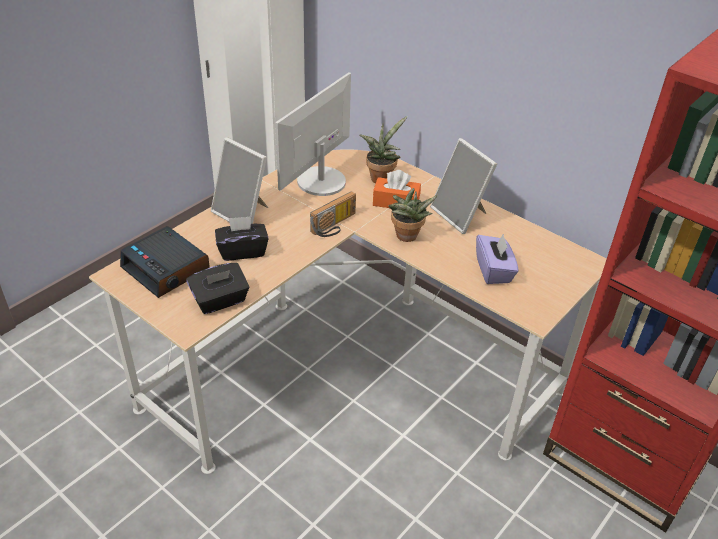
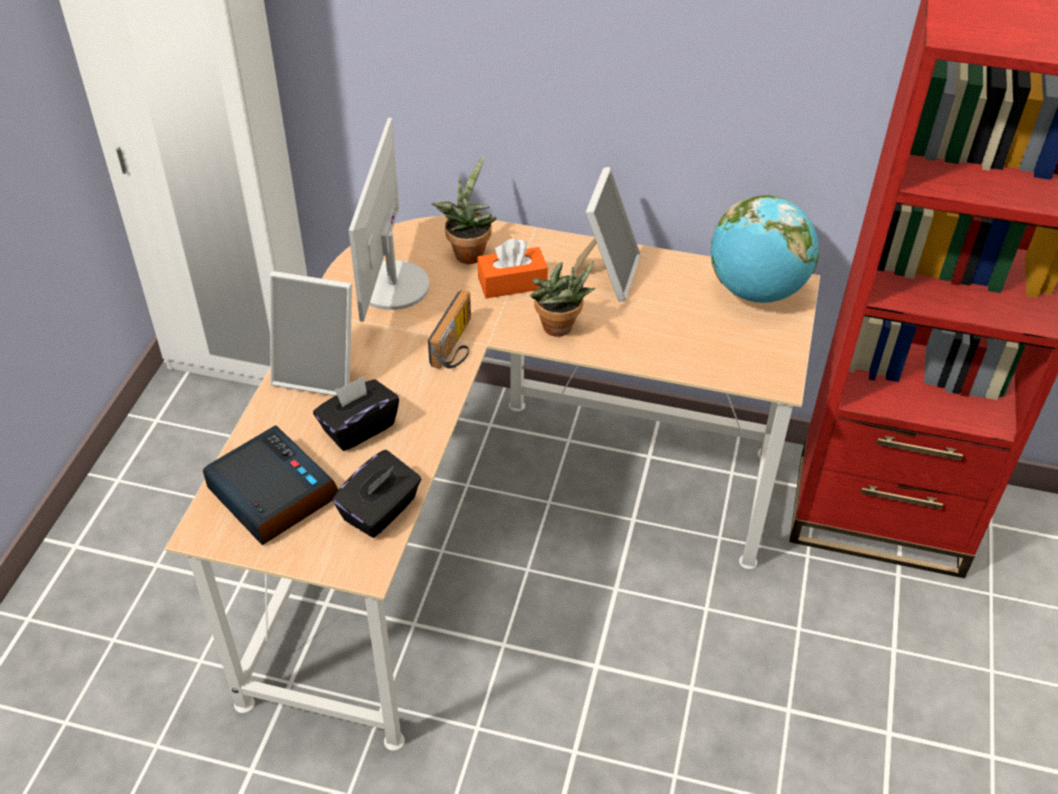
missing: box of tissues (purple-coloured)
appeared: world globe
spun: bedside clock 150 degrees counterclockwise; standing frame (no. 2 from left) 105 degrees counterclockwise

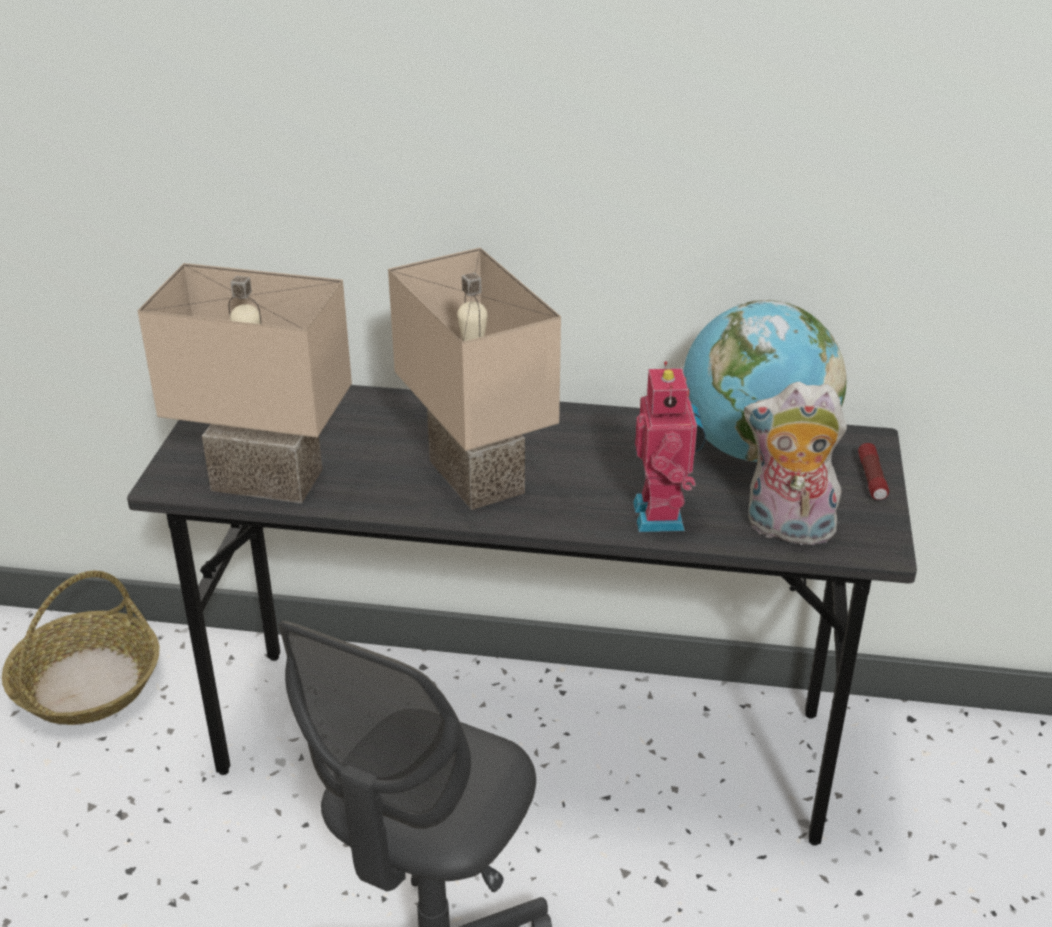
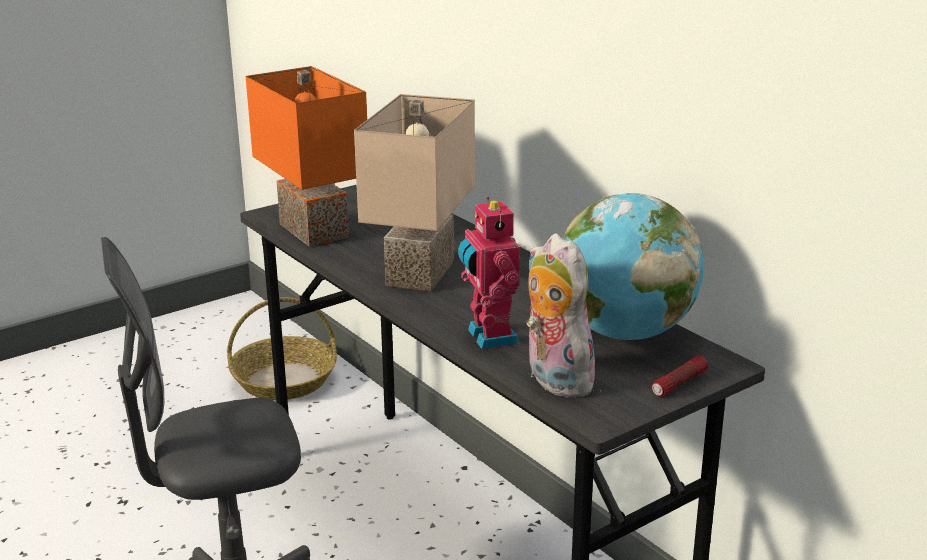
colour: lamp for a table (sand-coloured) (no. 1 from left) to lamp for a table (orangey)
spun: robot figure 120 degrees clockwise

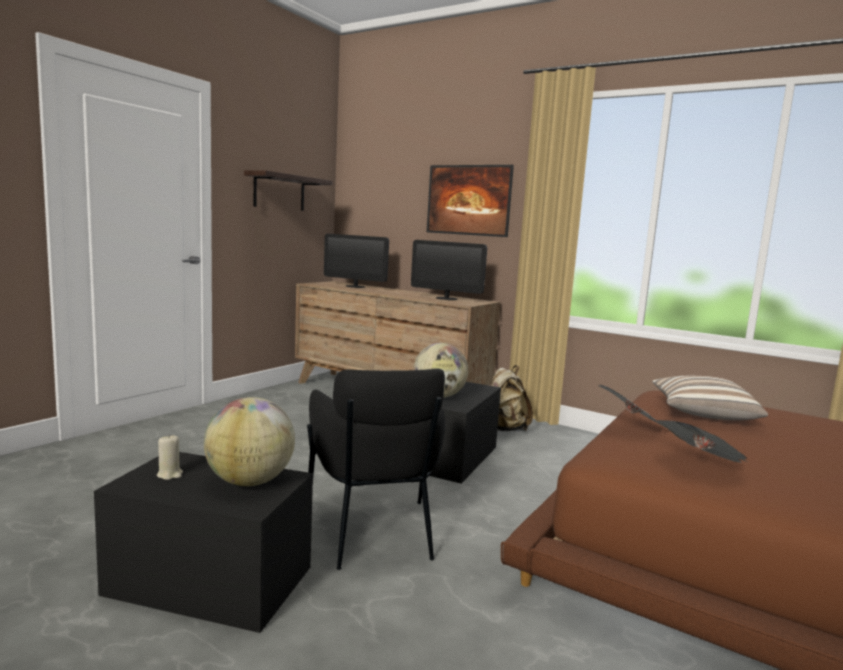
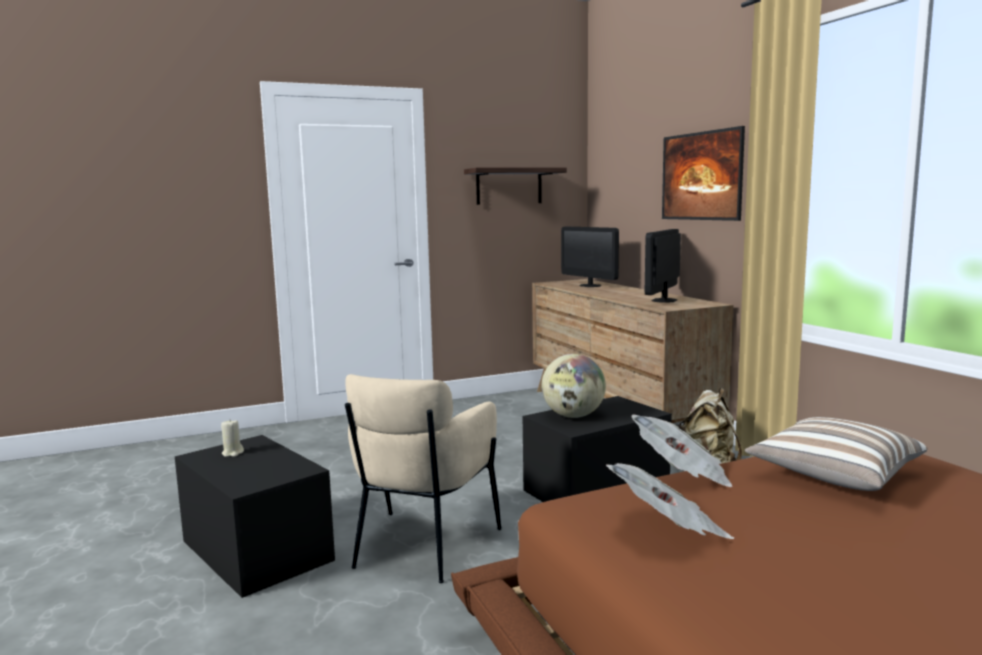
missing: world globe (no. 1 from left)
colour: armchair (black) to armchair (sand-coloured)
spun: computer screen (no. 2 from left) 60 degrees clockwise

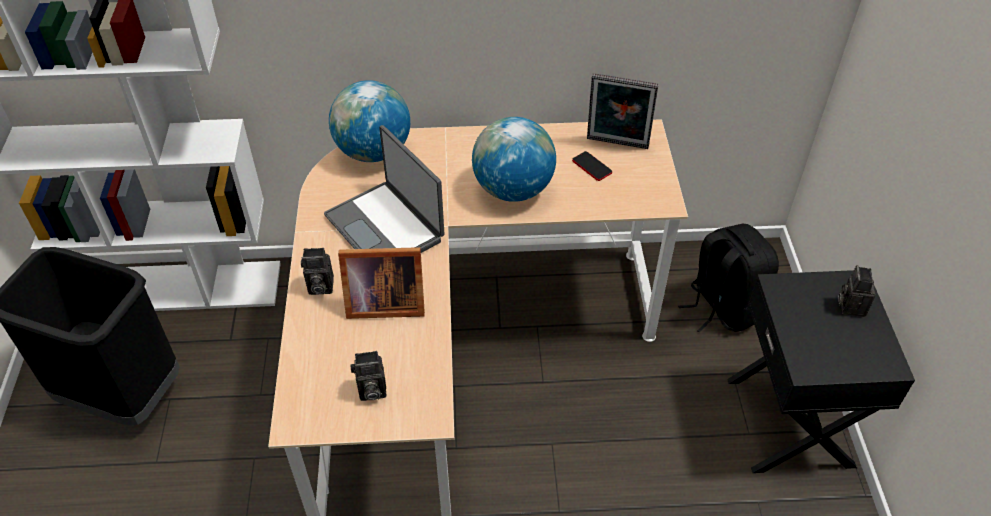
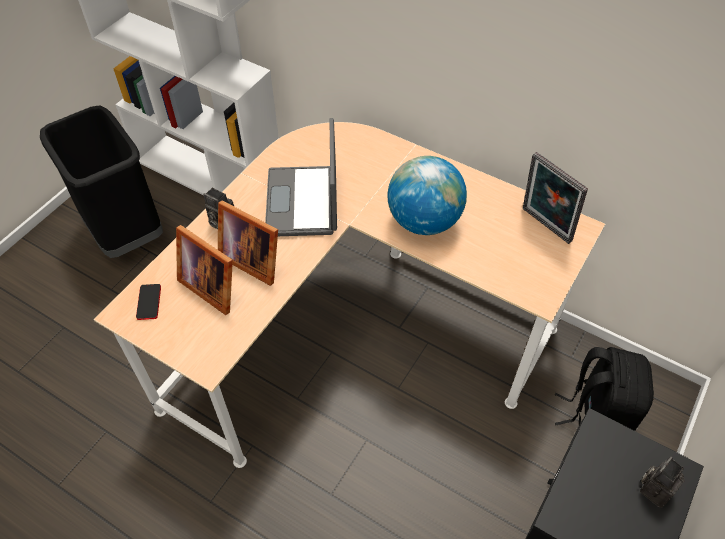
missing: world globe (no. 1 from left); still camera (no. 2 from left)
appeared: standing frame (no. 1 from left)
relocated: telephone

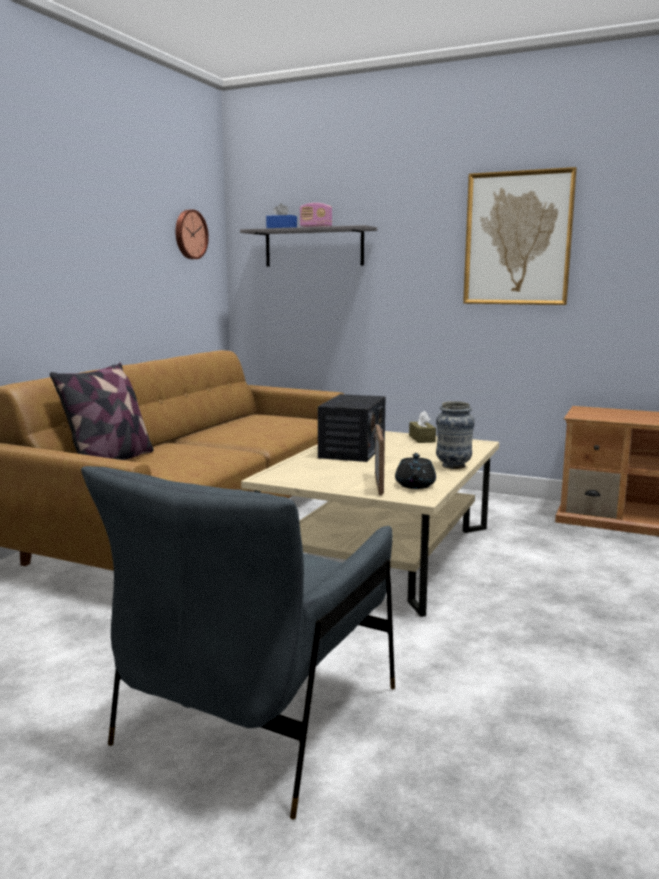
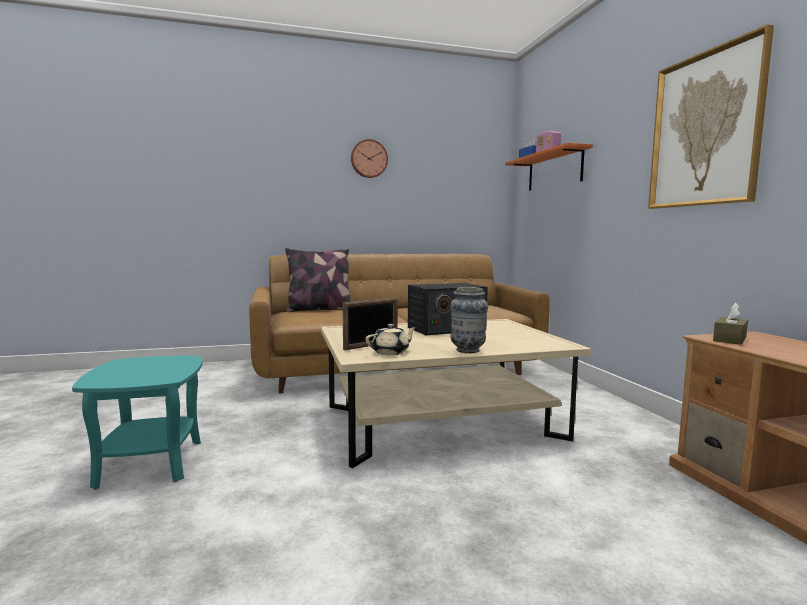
relocated: clock on the wall; box of tissues (brown-coloured)
exchanged: armchair (grey) to end table (turquoise-coloured)
colour: teapot (black) to teapot (sand-coloured); shelf (grey) to shelf (orangey)

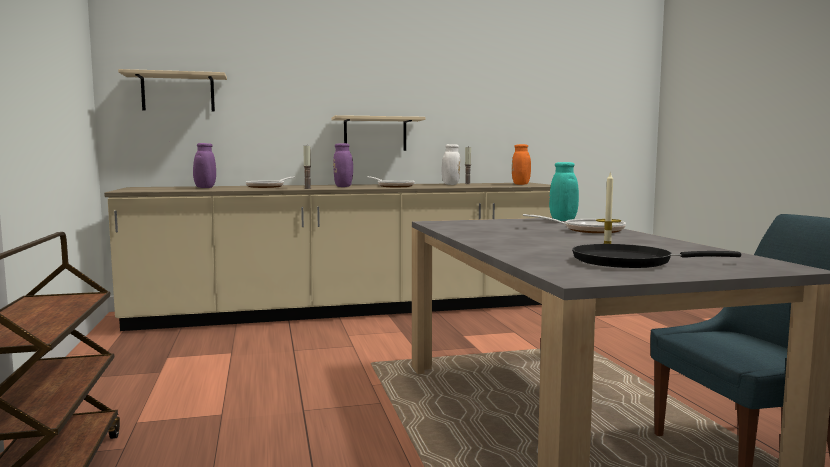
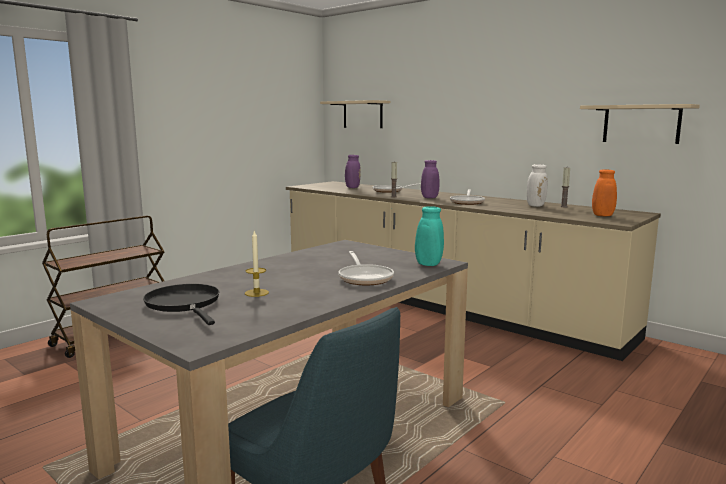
relocated: shelf (sand-coloured) (no. 2 from left)

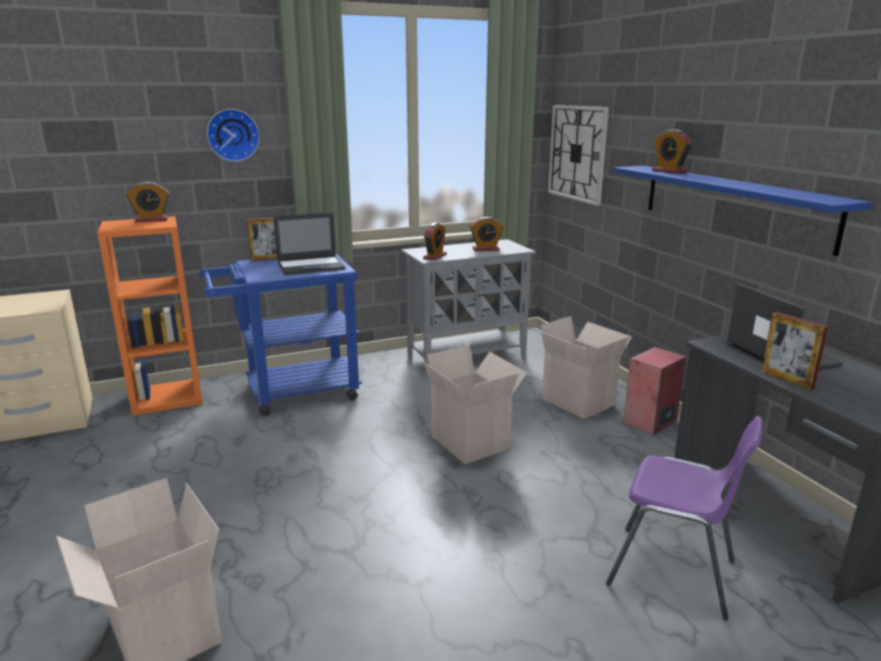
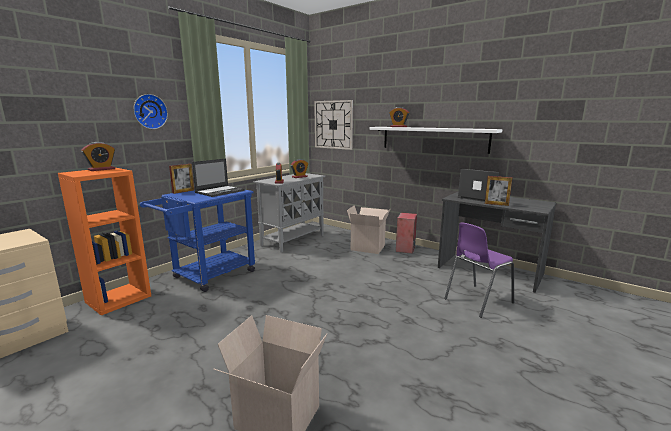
missing: packing box (no. 2 from left)
colour: shelf (blue-coloured) to shelf (white)
spun: plain chair (purple-coloured) 150 degrees clockwise

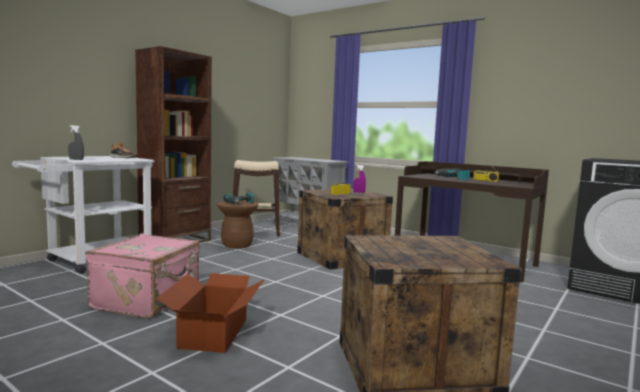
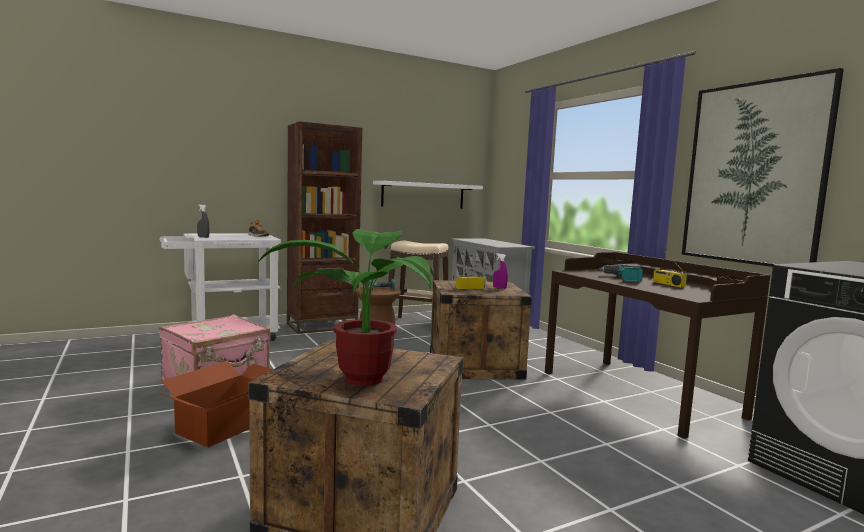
appeared: houseplant; shelf (white); picture

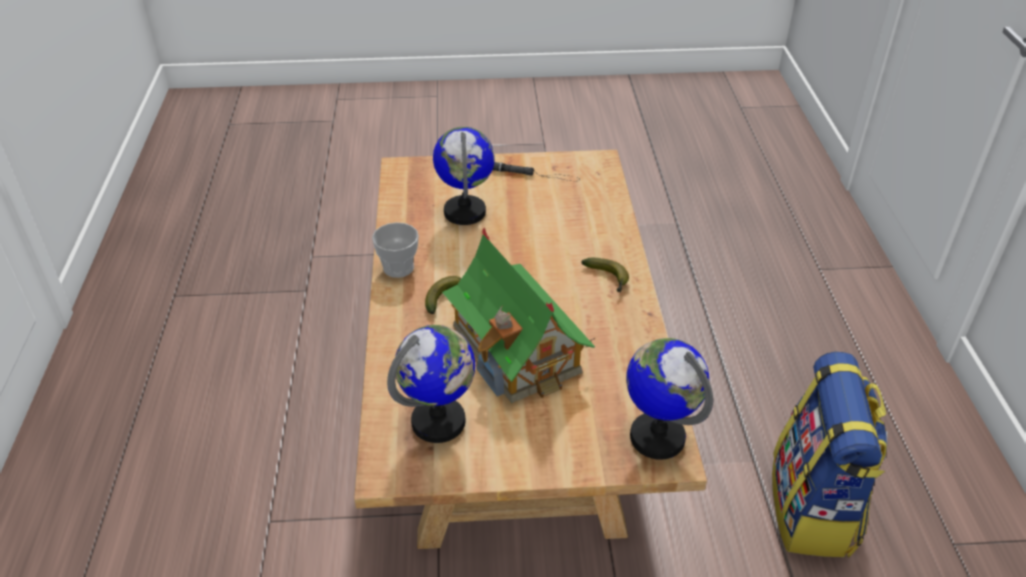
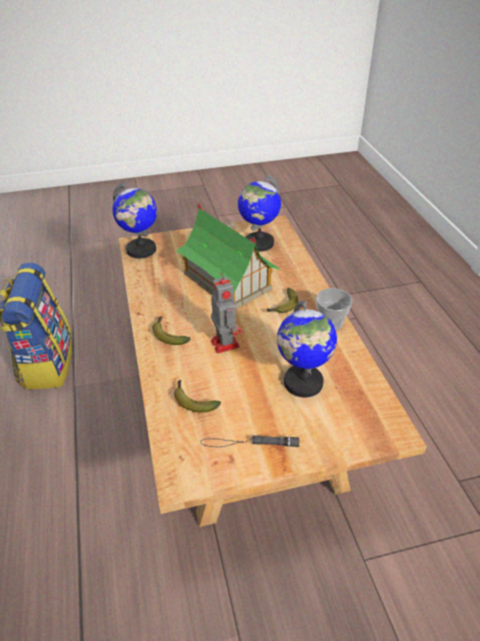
appeared: banana fruit (no. 2 from left); robot figure

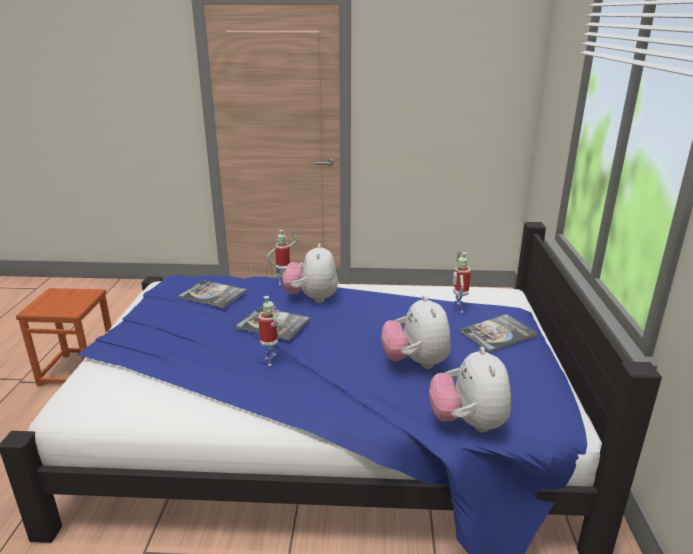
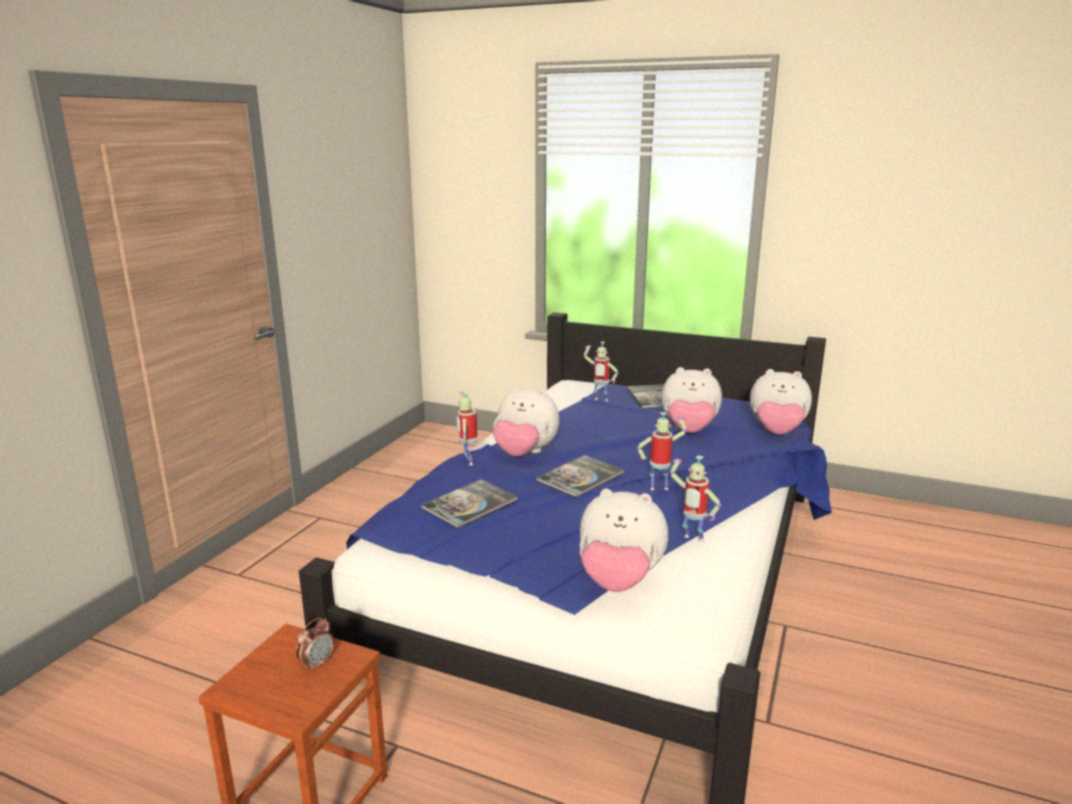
appeared: bedside clock; soft toy (no. 2 from left); robot figure (no. 4 from left)

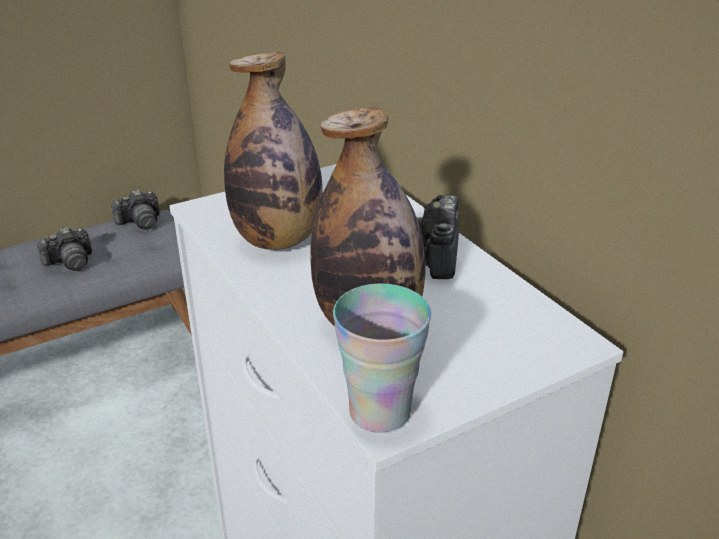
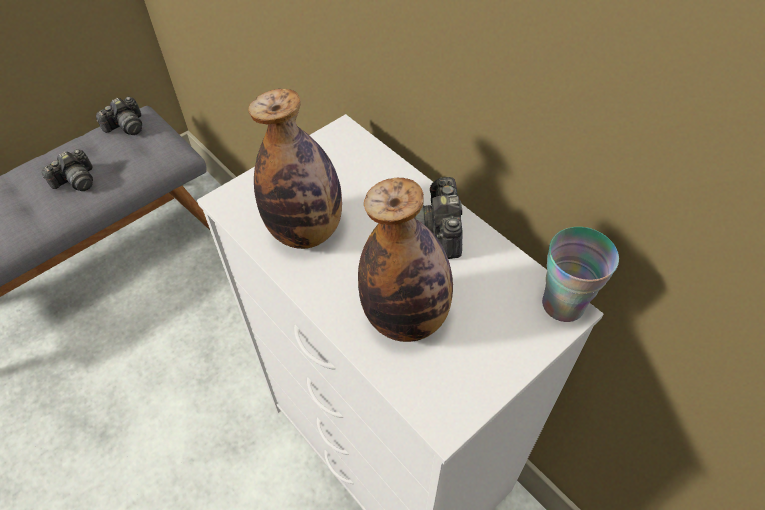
relocated: cup

